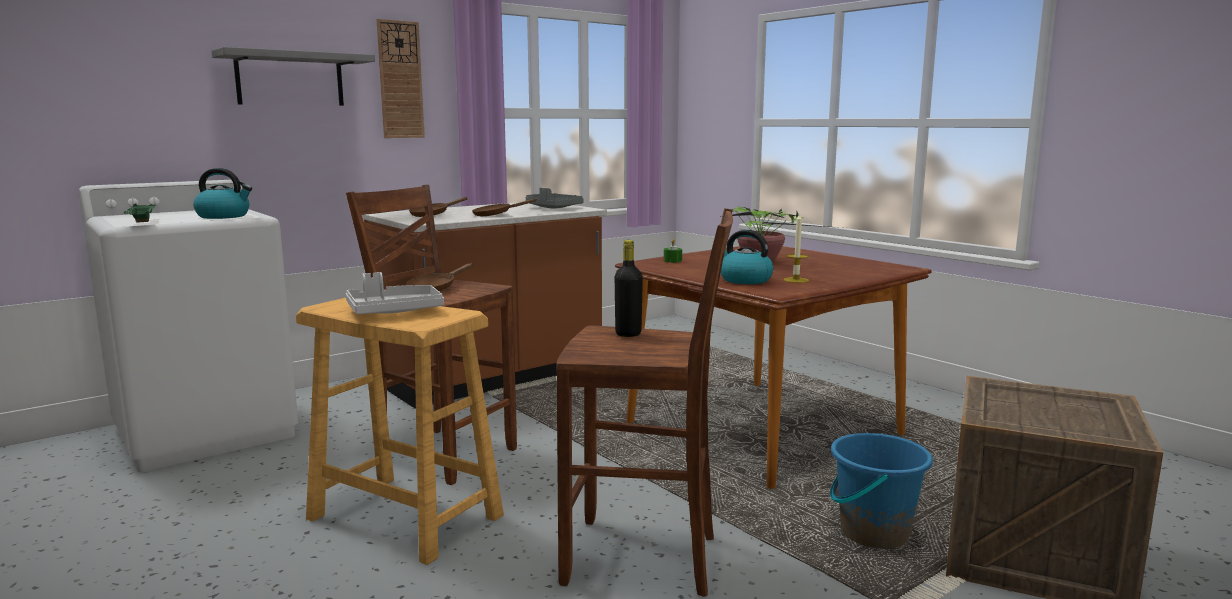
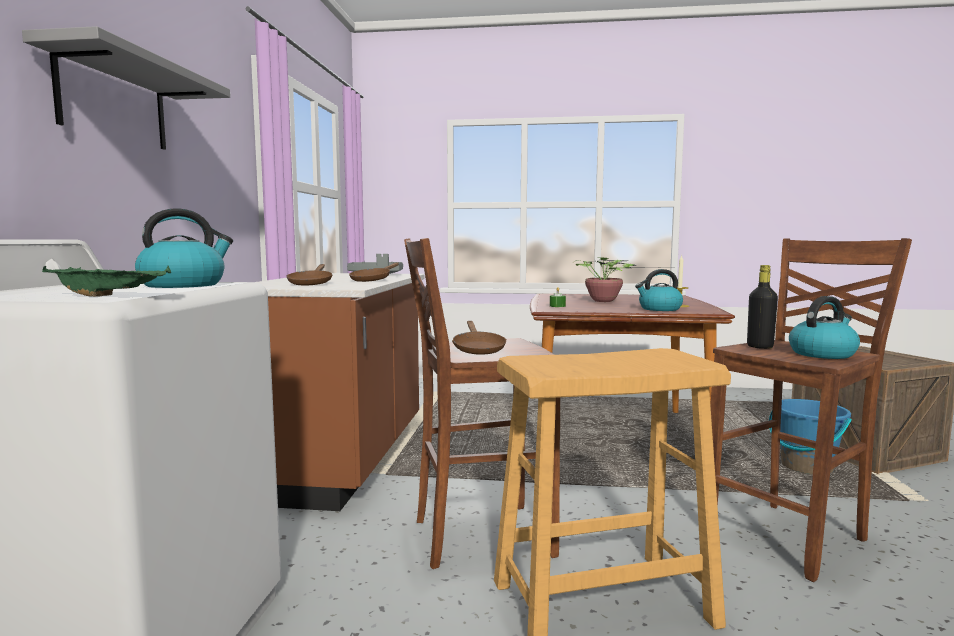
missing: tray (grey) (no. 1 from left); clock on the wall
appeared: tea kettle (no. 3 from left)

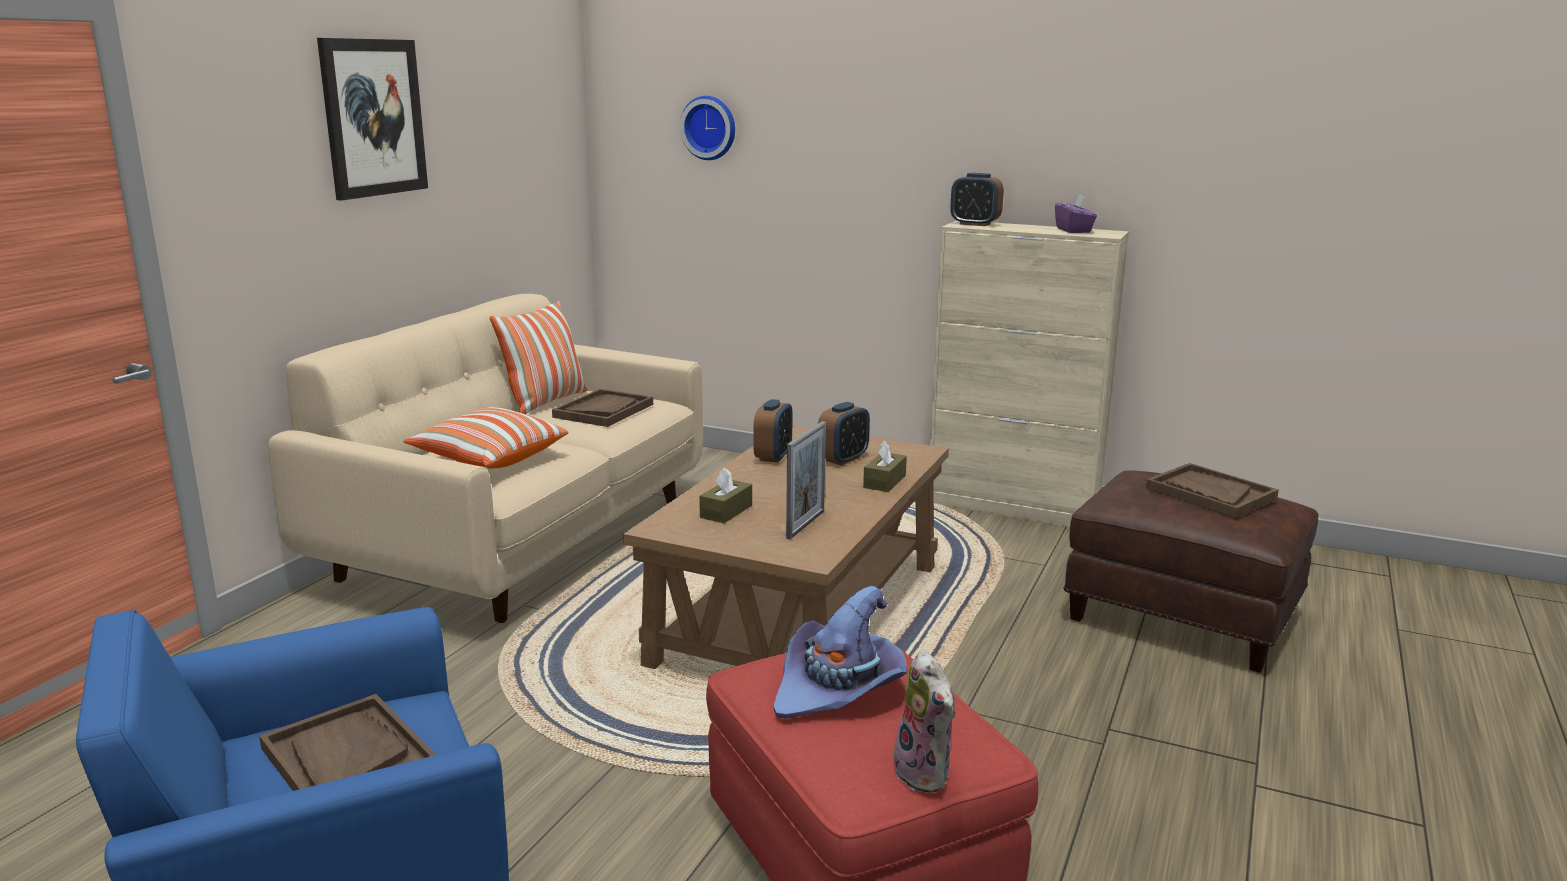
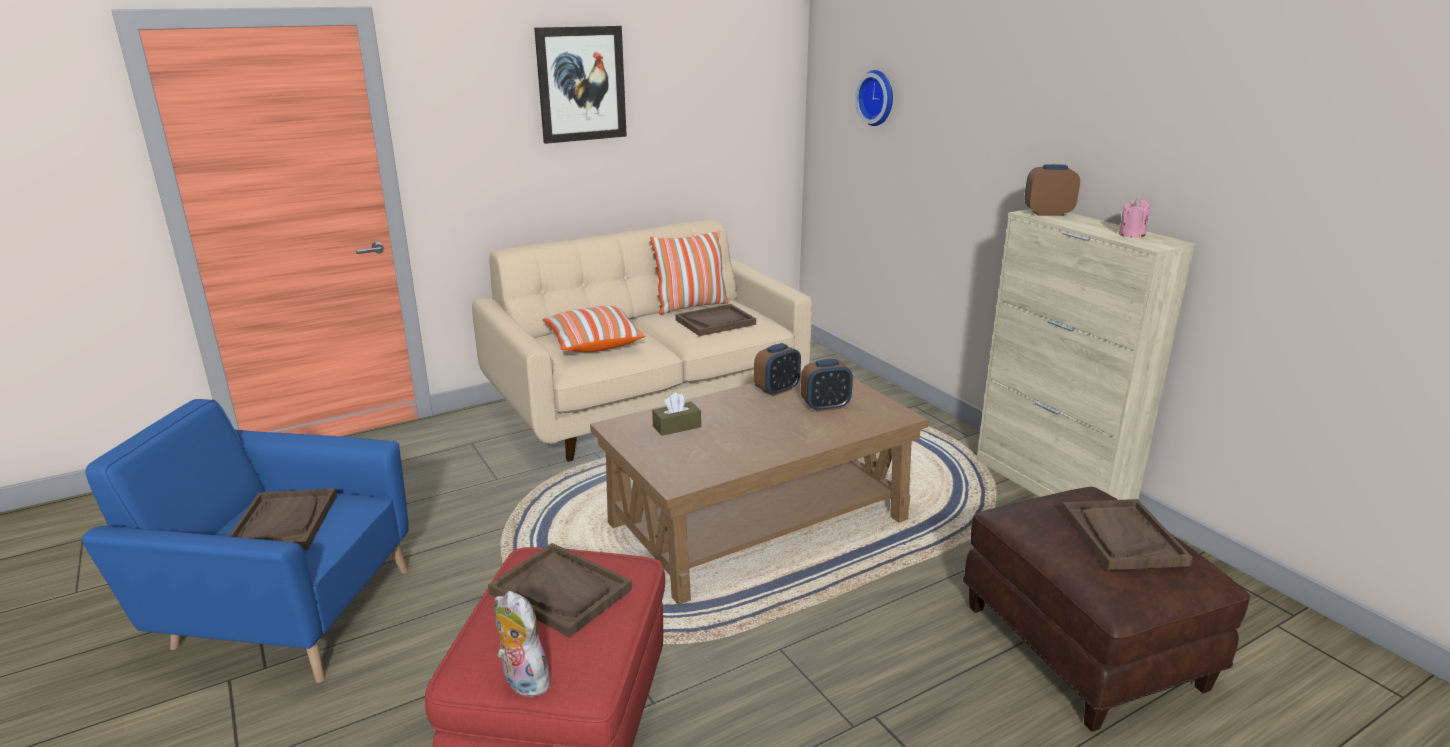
missing: standing frame; box of tissues (brown-coloured) (no. 2 from left)
exchanged: wearable hat (purple-coloured) to tray (brown-coloured) (no. 2 from left); box of tissues (purple-coloured) to wax light (pink)
spun: soft toy 120 degrees clockwise; bedside clock (no. 3 from left) 120 degrees clockwise

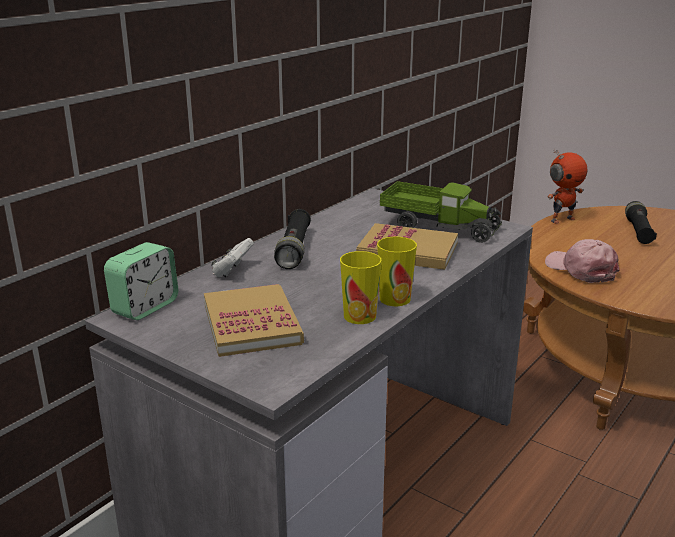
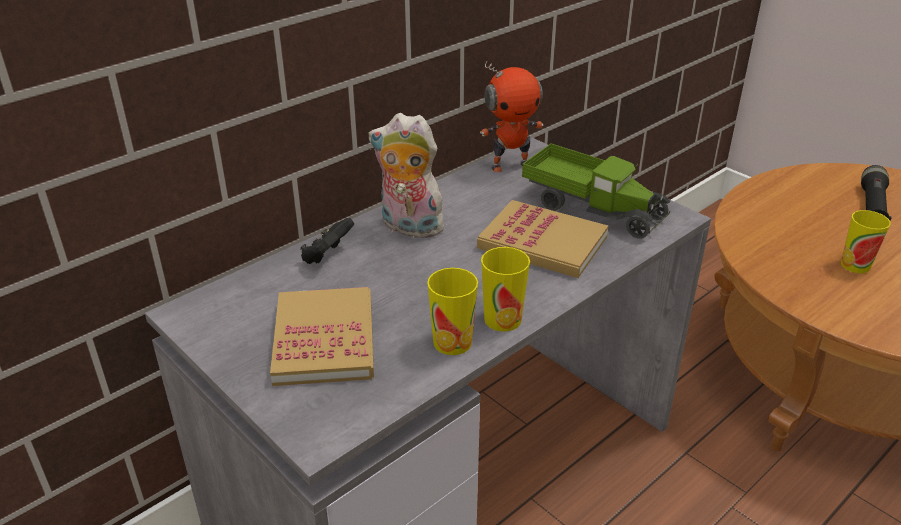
missing: bedside clock; cap (pink)
appeared: cup (no. 3 from left)
relocated: robot figure
exchanged: torch (black) (no. 1 from left) to soft toy
colour: gamepad (white) to gamepad (black)

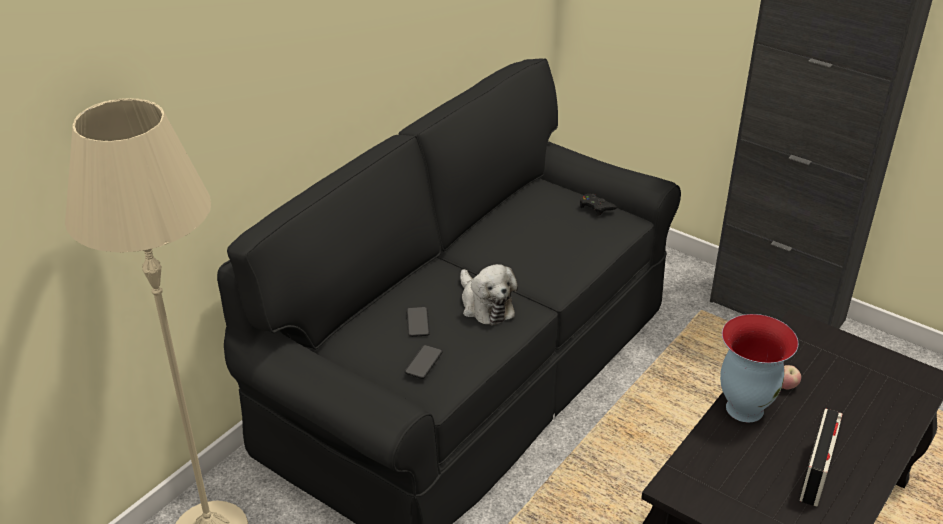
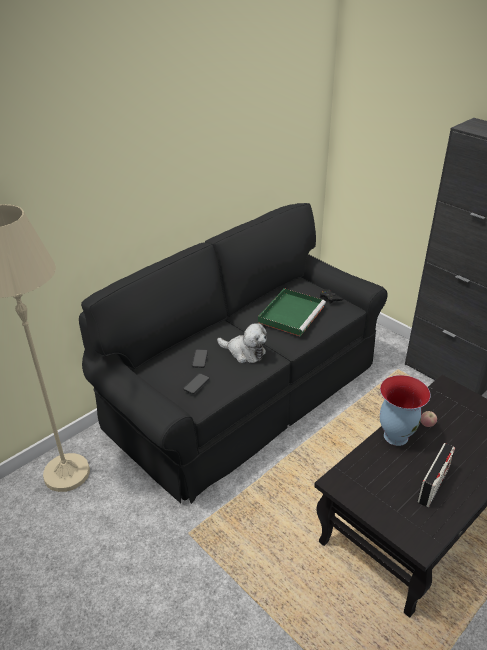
appeared: tray (green-coloured)
spun: soft toy 45 degrees counterclockwise

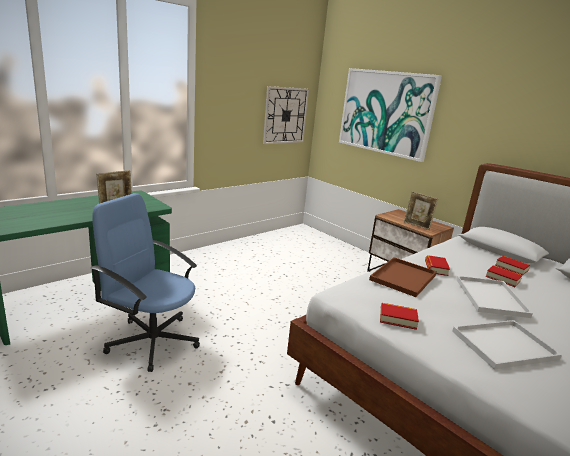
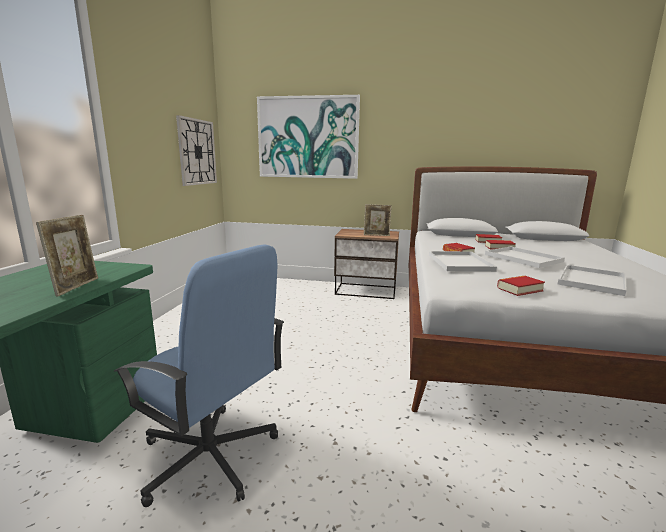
colour: tray (brown-coloured) to tray (white) (no. 1 from left)
spun: desk chair (blue-coloured) 135 degrees counterclockwise

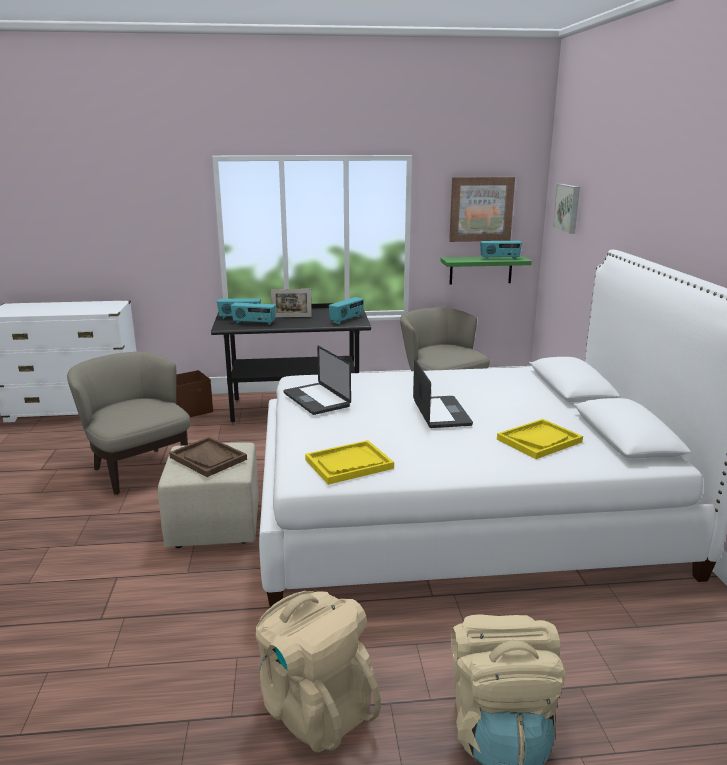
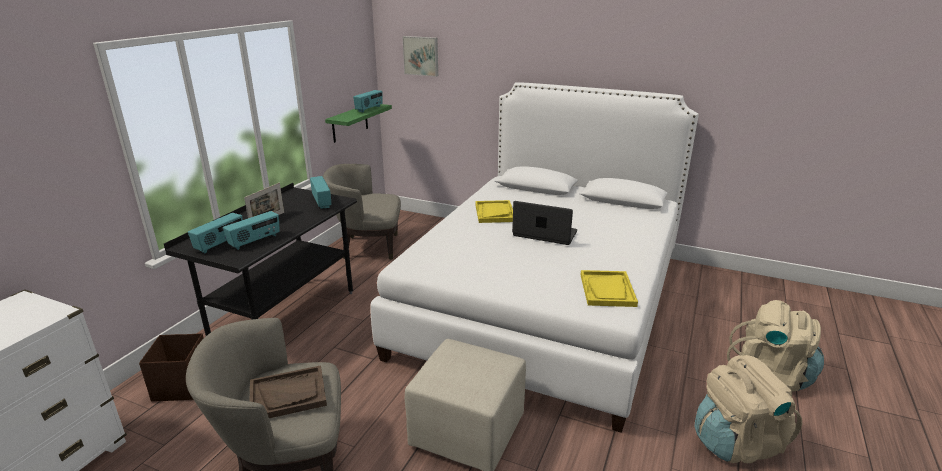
missing: notebook computer (no. 1 from left); picture (no. 1 from left)
relocated: tray (brown-coloured); tray (yellow) (no. 2 from left in the first image) to tray (yellow) (no. 1 from left)

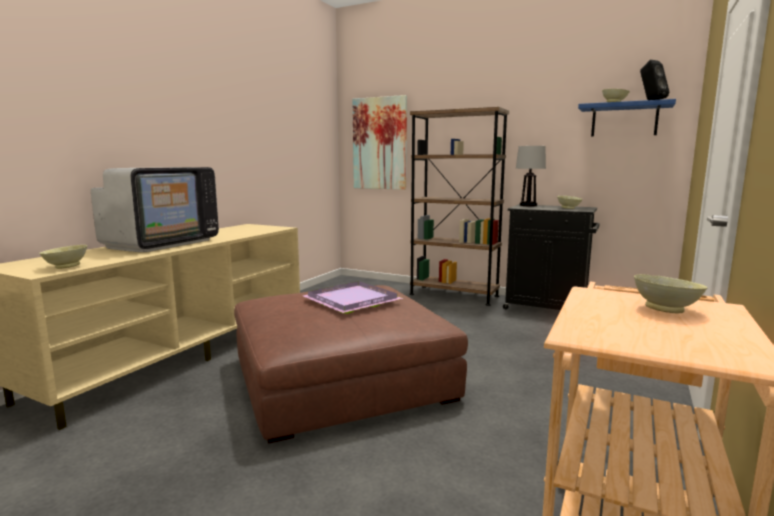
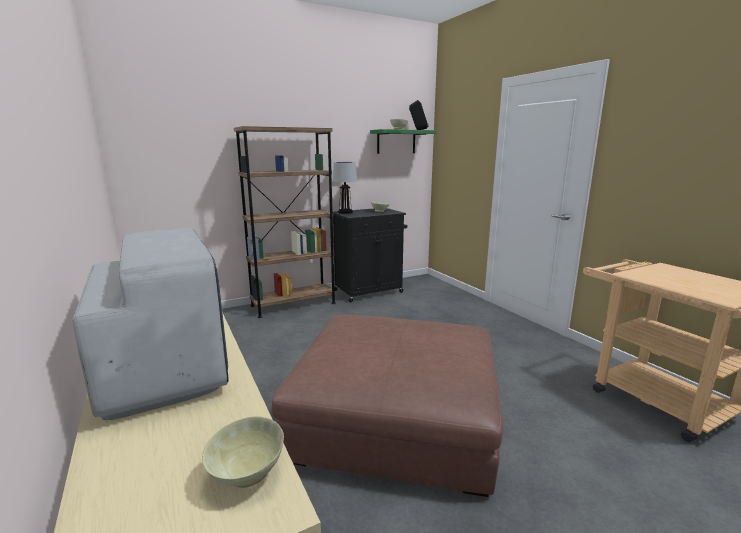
missing: tray (purple-coloured); picture; deep dish (sand-coloured) (no. 4 from left)
colour: shelf (blue-coloured) to shelf (green-coloured)

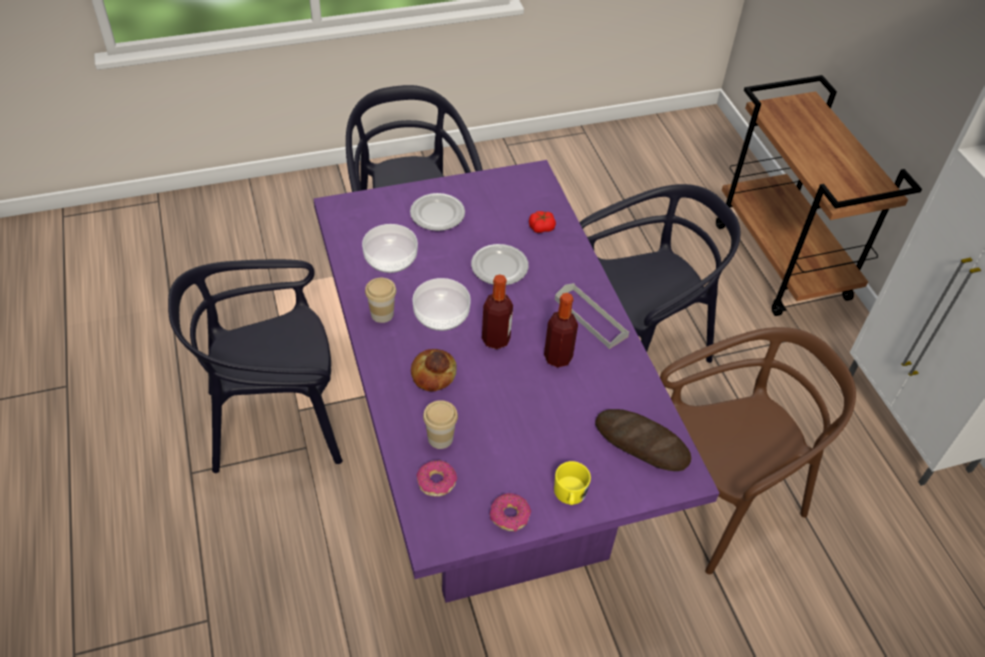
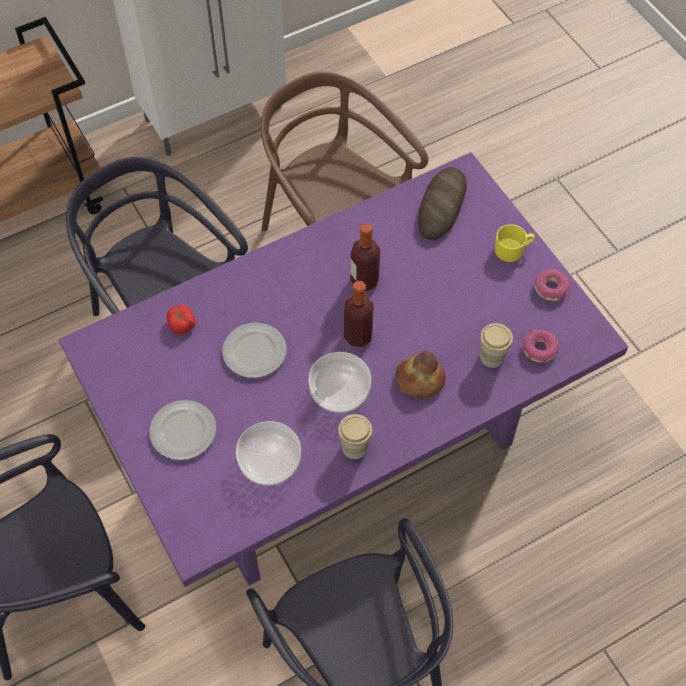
missing: tray (grey)

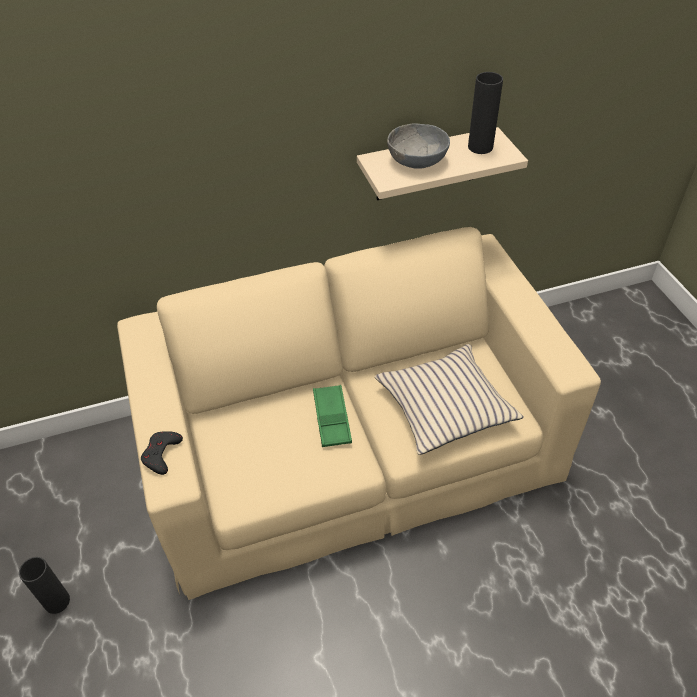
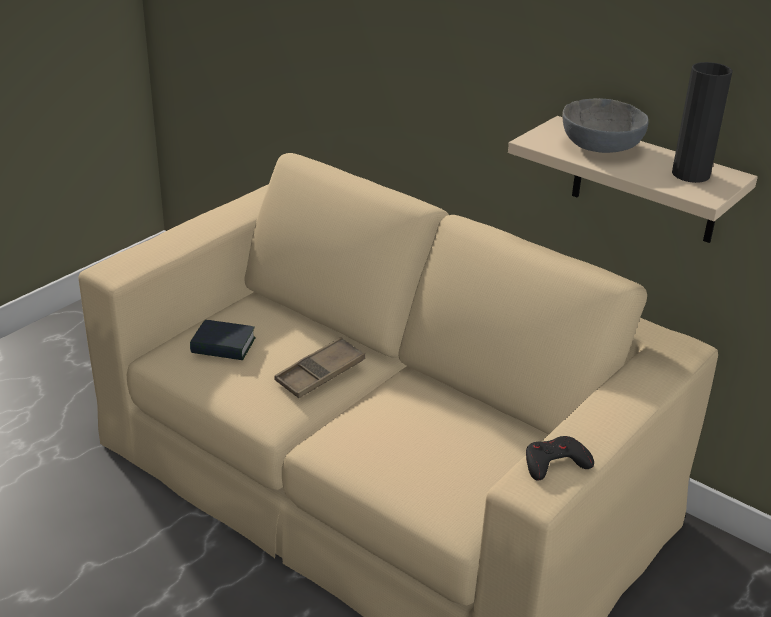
missing: decorative vase (black) (no. 1 from left); throw pillow (sand-coloured)
appeared: volume
relocated: gamepad (black)
colour: tray (green-coloured) to tray (brown-coloured)

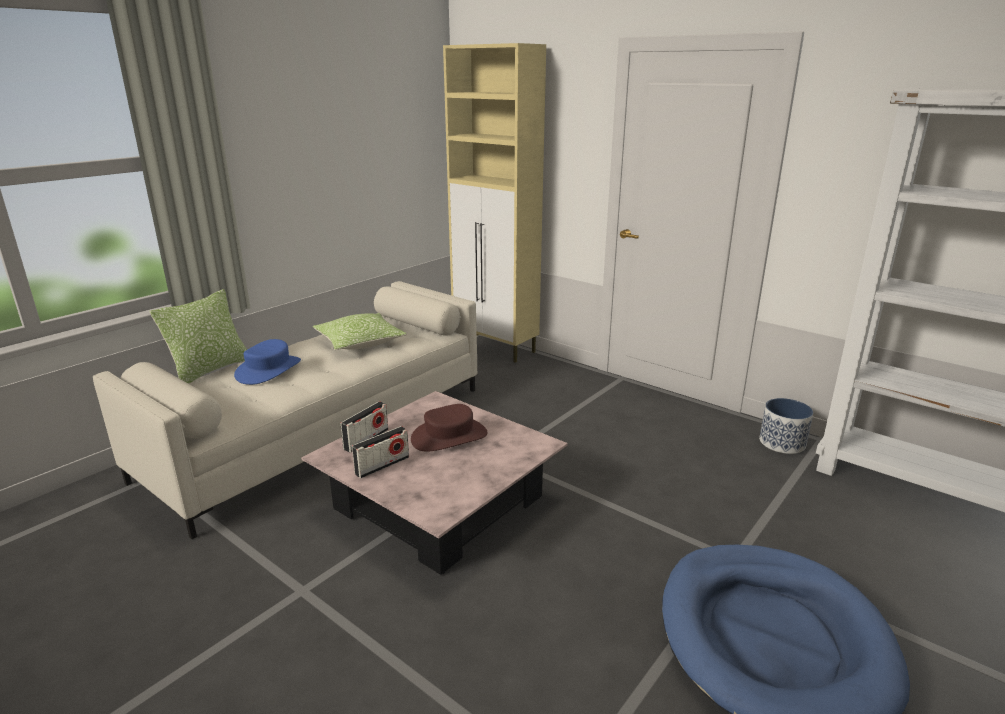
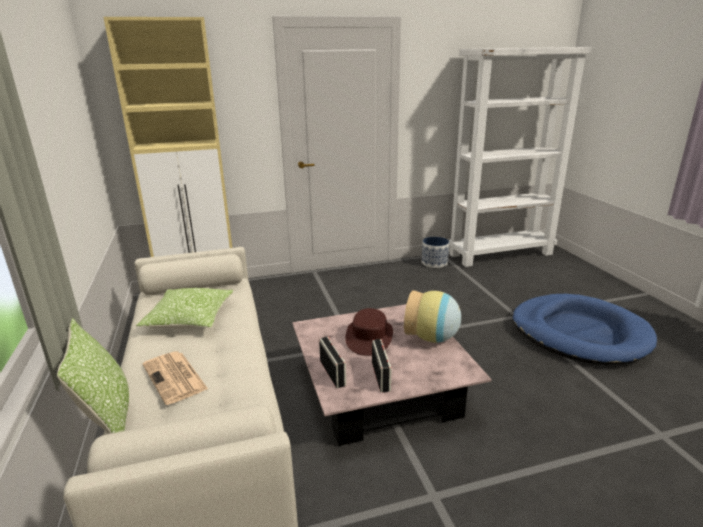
appeared: decorative vase
exchanged: wearable hat (blue-coloured) to printed paper

